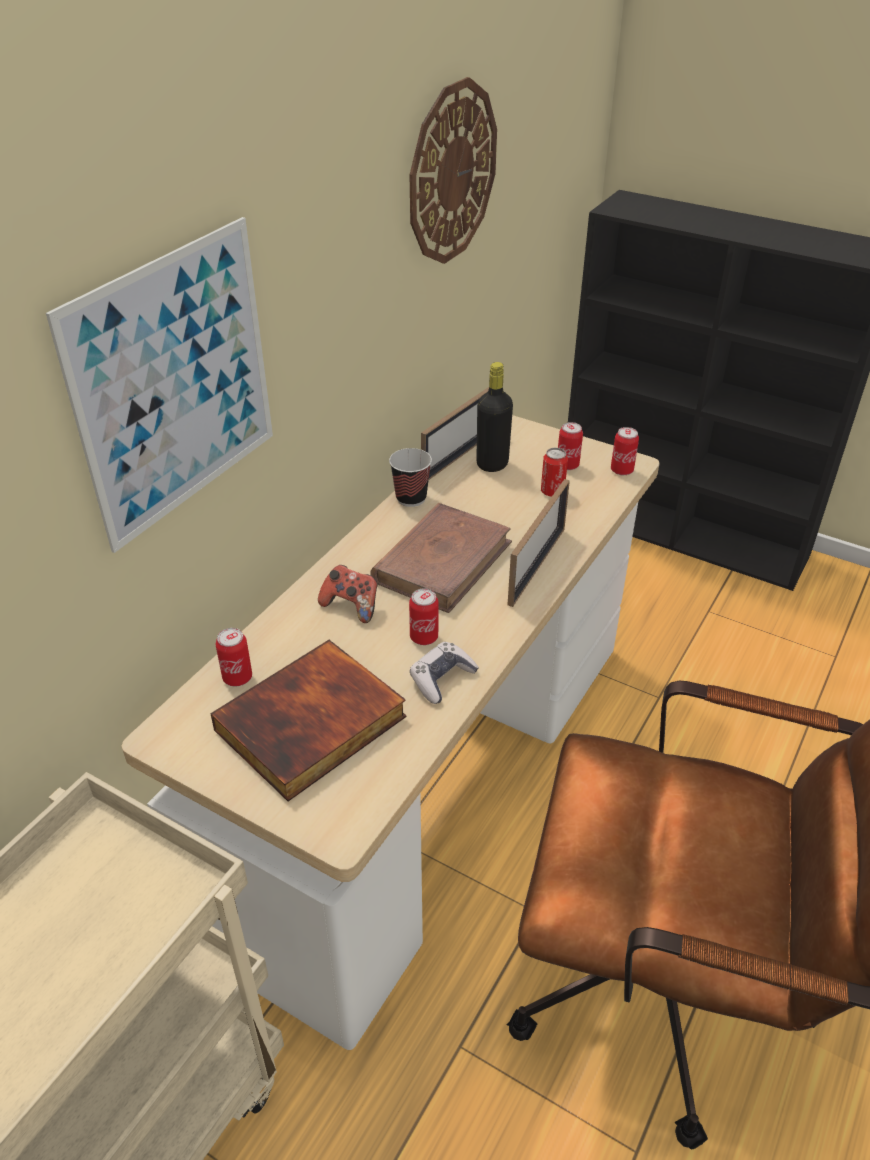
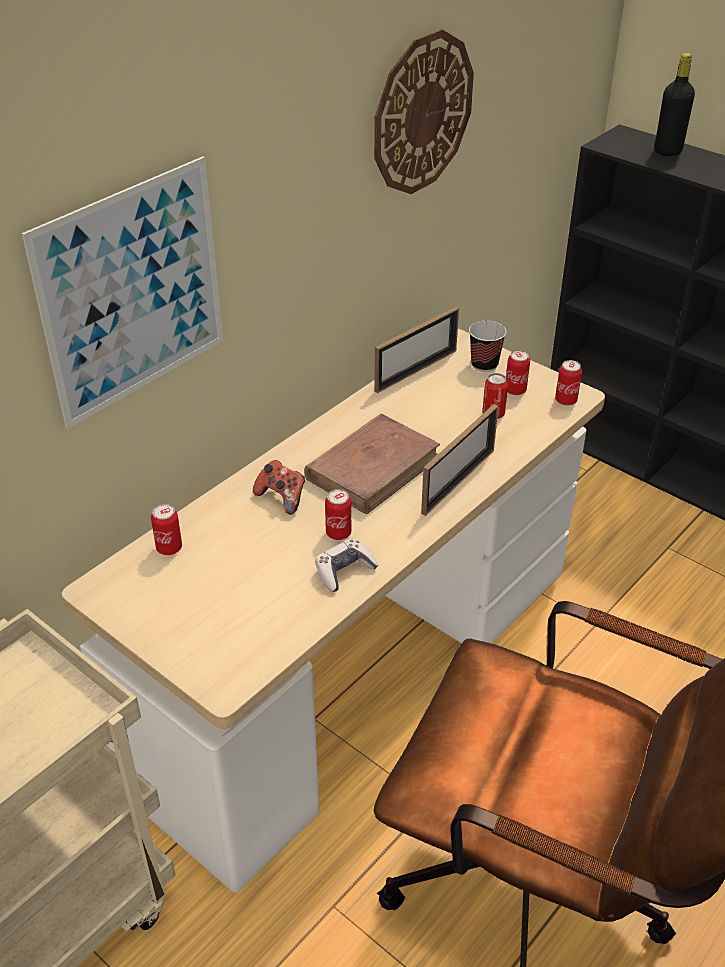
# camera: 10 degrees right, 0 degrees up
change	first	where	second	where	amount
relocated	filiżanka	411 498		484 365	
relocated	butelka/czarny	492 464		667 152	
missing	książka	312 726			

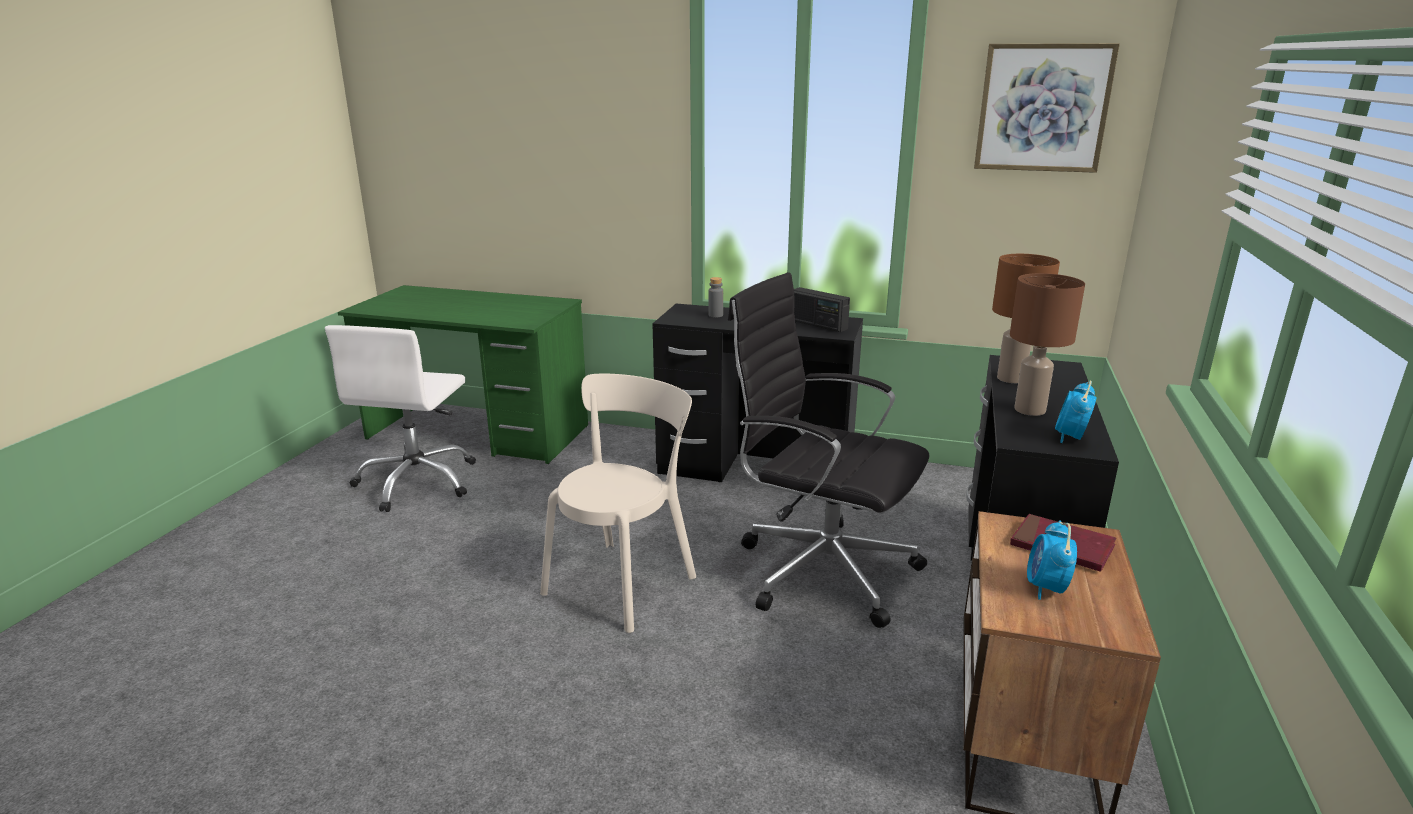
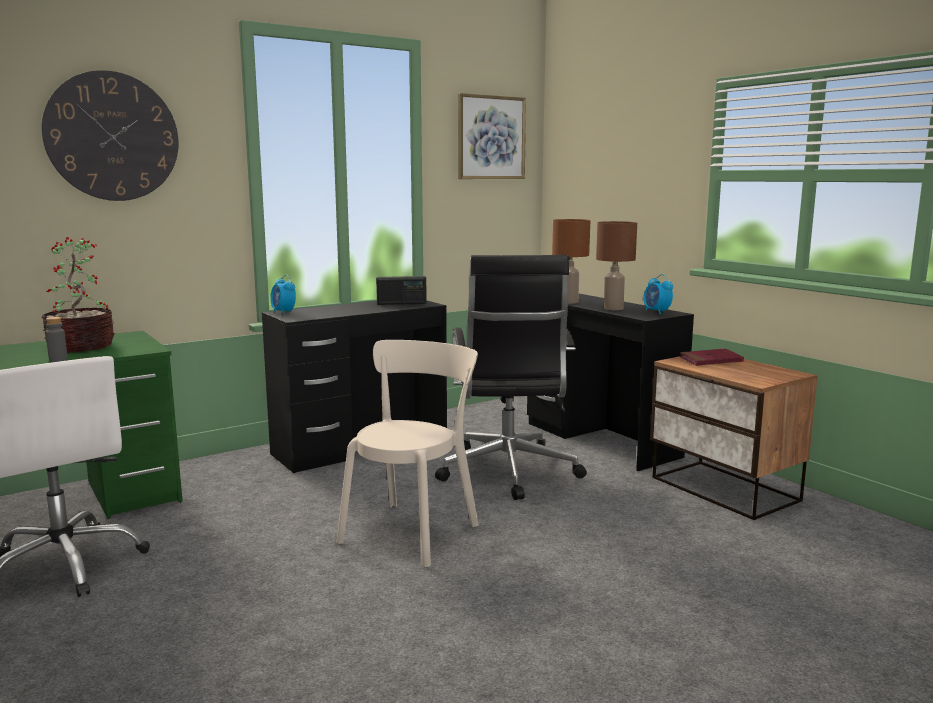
# camera: 50 degrees left, 10 degrees down
change	first	where	second	where	amount
appeared			zegar ścienny	112 137	
appeared			roślina doniczkowa	82 346	
relocated	butelka/szary	715 315		58 360	
relocated	budzik	1046 588		283 312	
spun	krzesło/beżowy	624 581		412 530	45 degrees clockwise
spun	krzesło biurowe/czarny	821 569		508 472	75 degrees counterclockwise

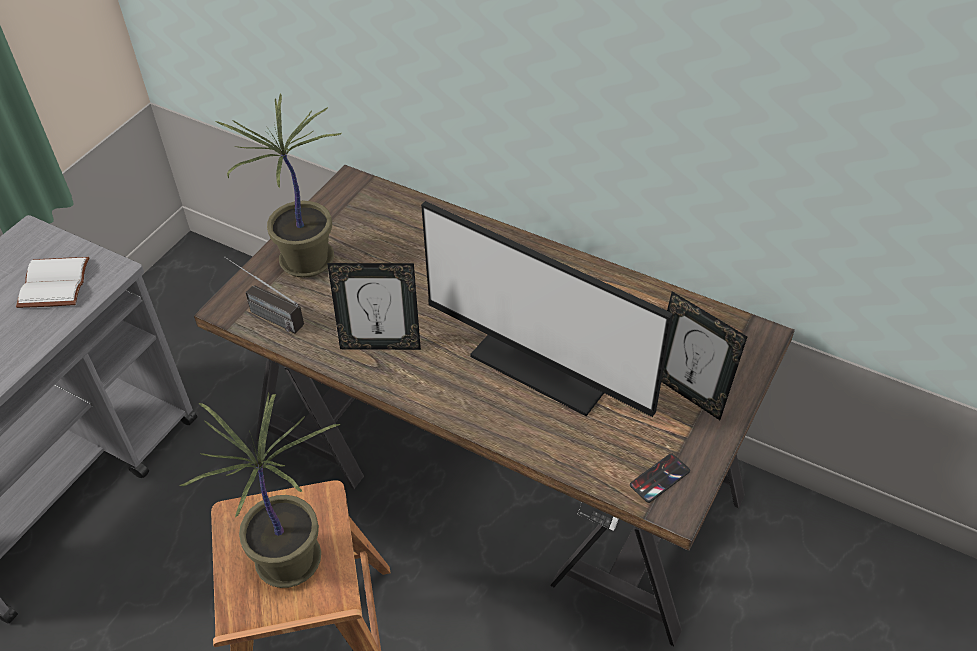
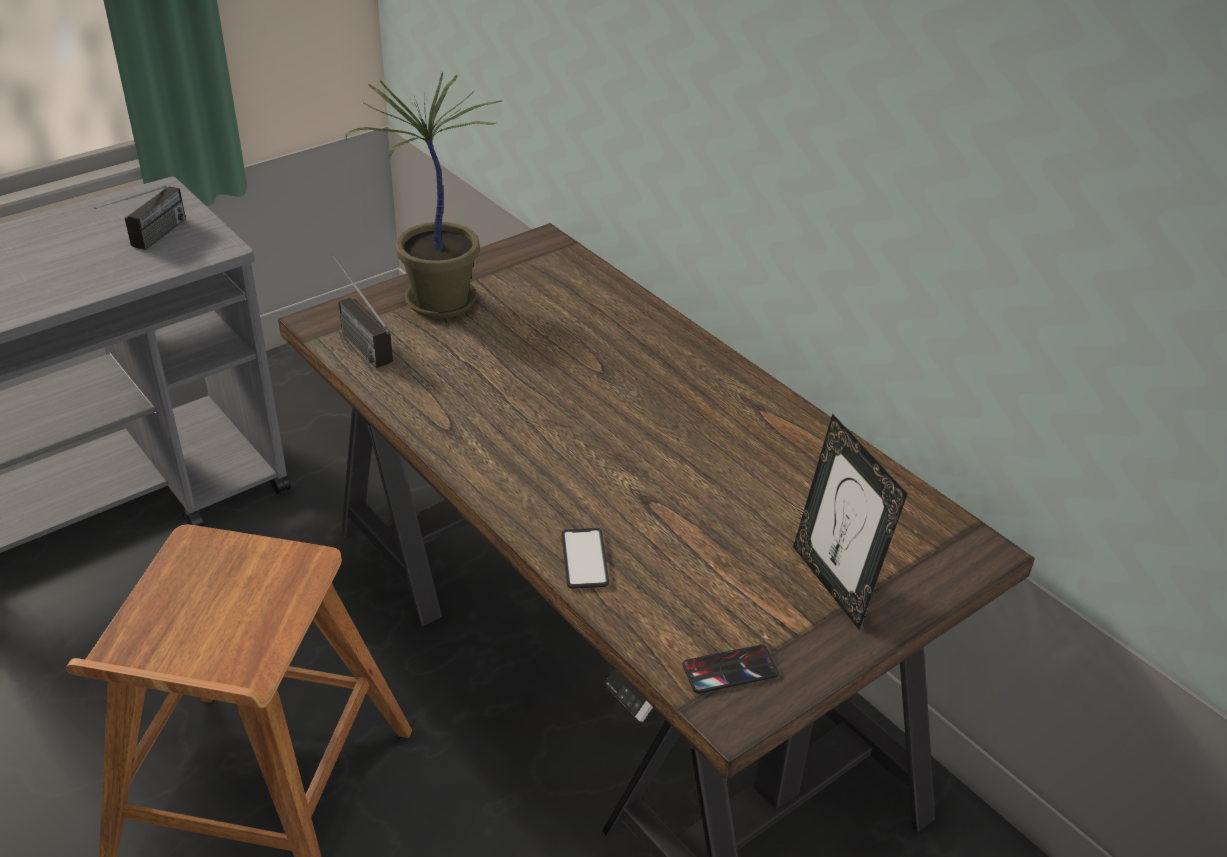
# camera: 20 degrees right, 10 degrees down
change	first	where	second	where	amount
exchanged	książka/biały	52 283	radio	149 241	
appeared			telefon	584 559	
missing	roślina doniczkowa	288 558			
missing	ramka na zdjęcie	381 344			
missing	monitor	546 362			

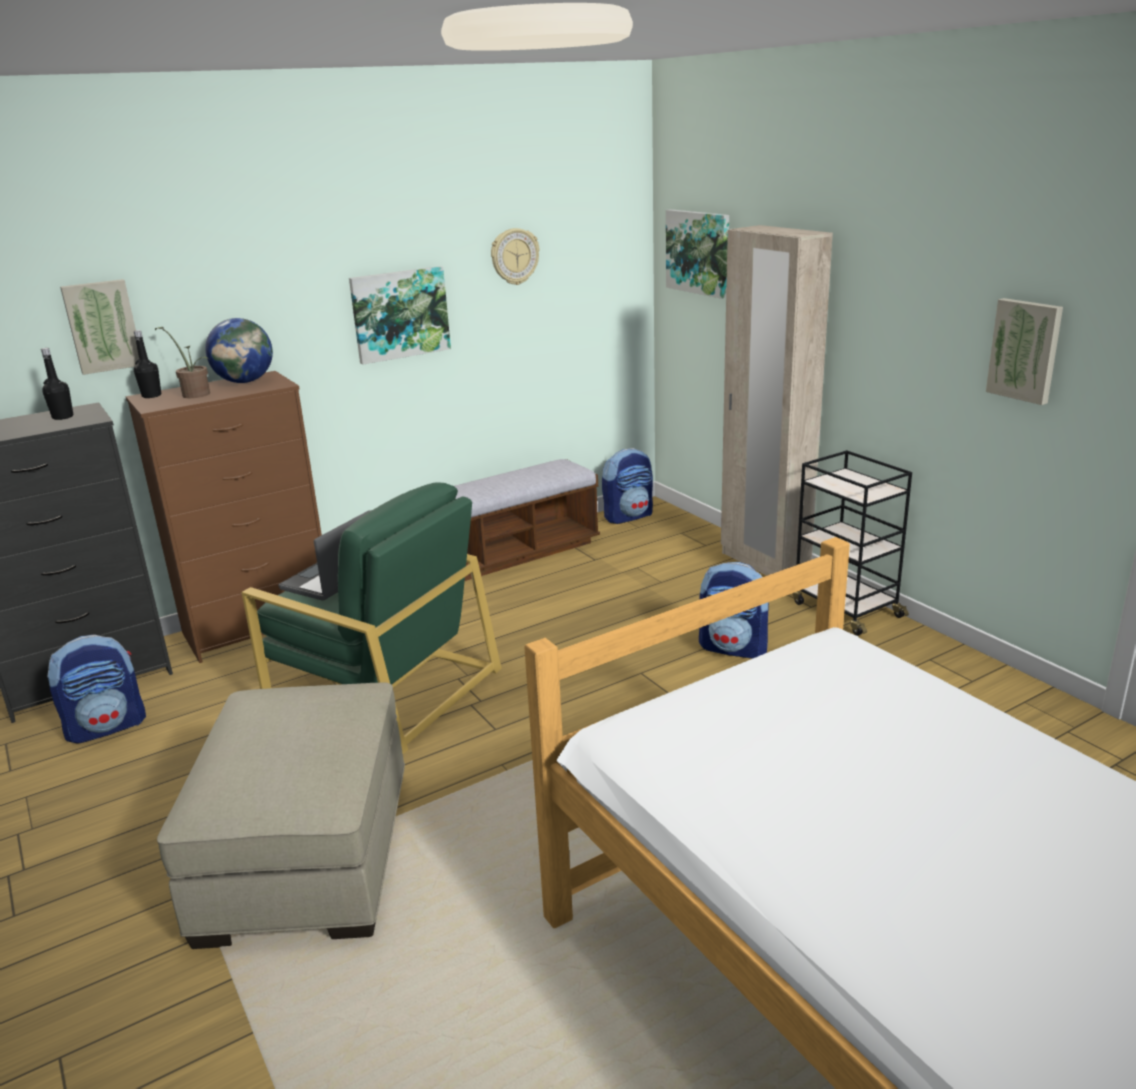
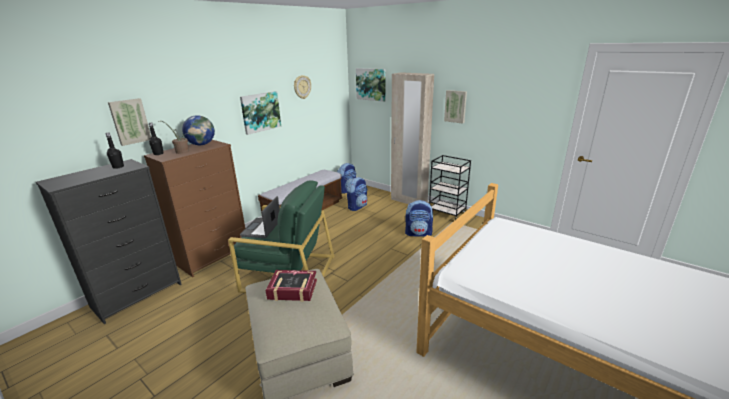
# camera: 20 degrees left, 0 degrees up
change	first	where	second	where	amount
appeared			książka	292 289	
relocated	plecak	107 727		357 206	
relocated	obraz	1025 350		455 106	

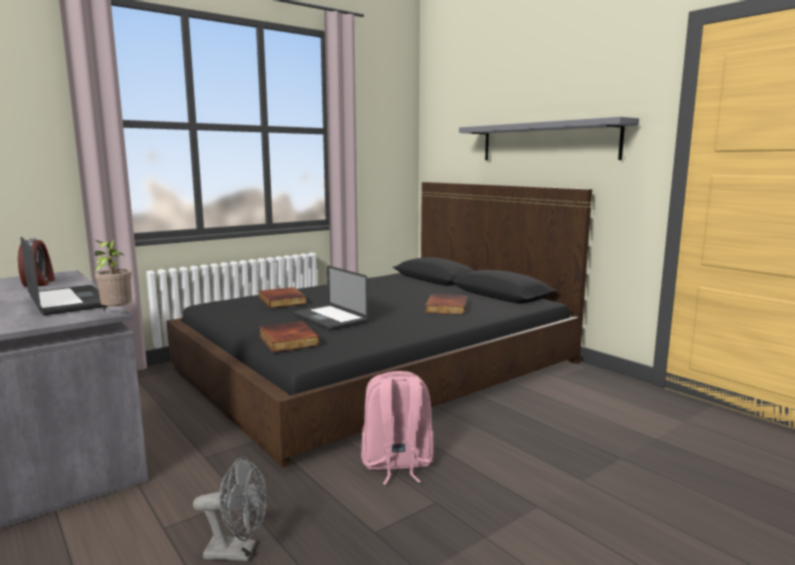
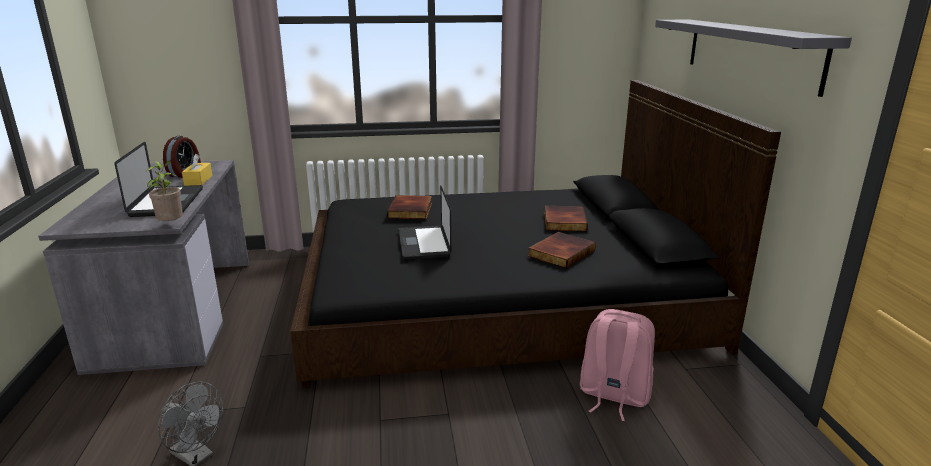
# camera: 30 degrees right, 10 degrees up
change	first	where	second	where	amount
appeared			pudełko chusteczek/żółty	198 180	
relocated	książka	287 340		563 221	
relocated	plecak/różowy	396 464		613 396	

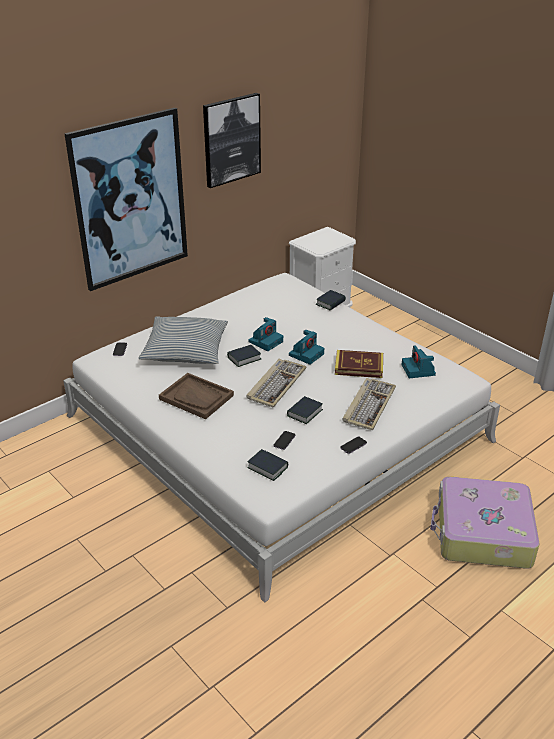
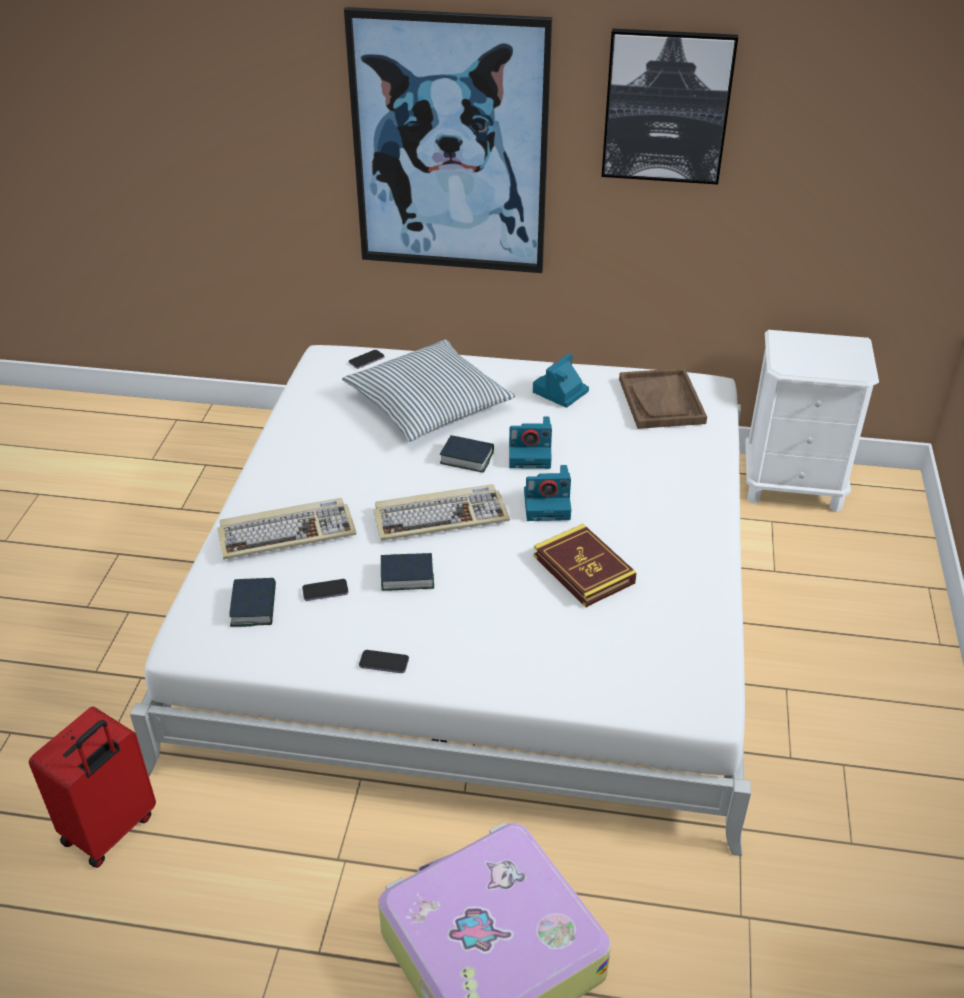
# camera: 50 degrees right, 5 degrees up
change	first	where	second	where	amount
appeared			walizka/czerwony	111 830	
relocated	klawiatura	369 405		287 532	
relocated	aparat fotograficzny	418 370		560 392	
relocated	taca/brązowy	196 397		661 401	
missing	książka	330 303			

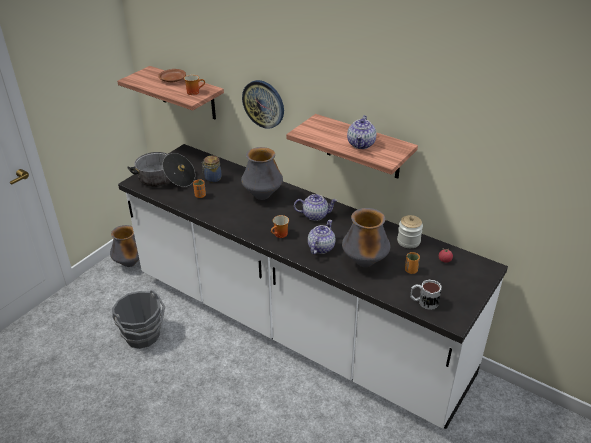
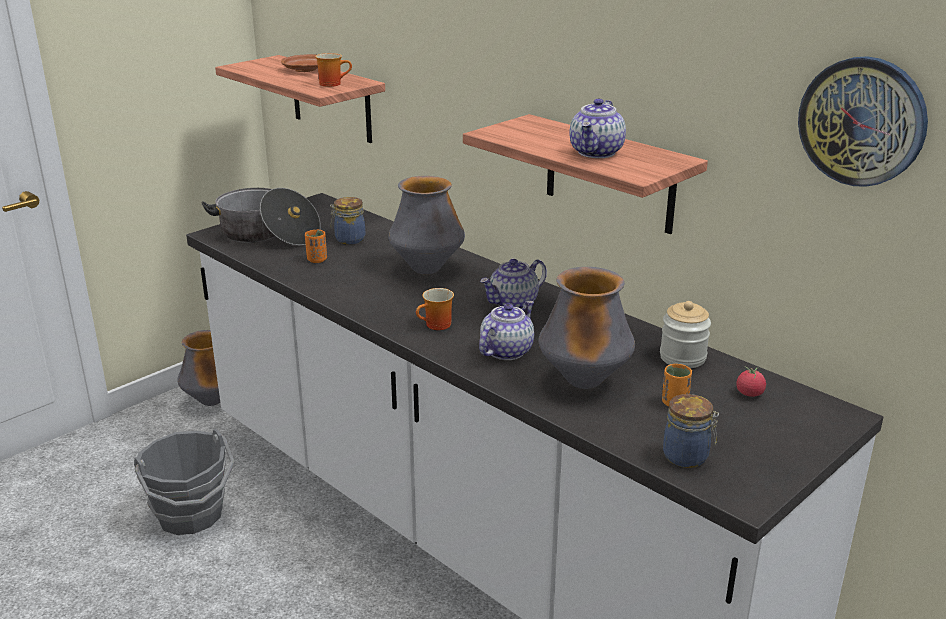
# camera: 10 degrees right, 10 degrees down
change	first	where	second	where	amount
spun	imbryk	315 215		513 303	135 degrees clockwise
exchanged	kubek	424 302	słoik	687 457	
relocated	zegar ścienny	263 104		862 121	

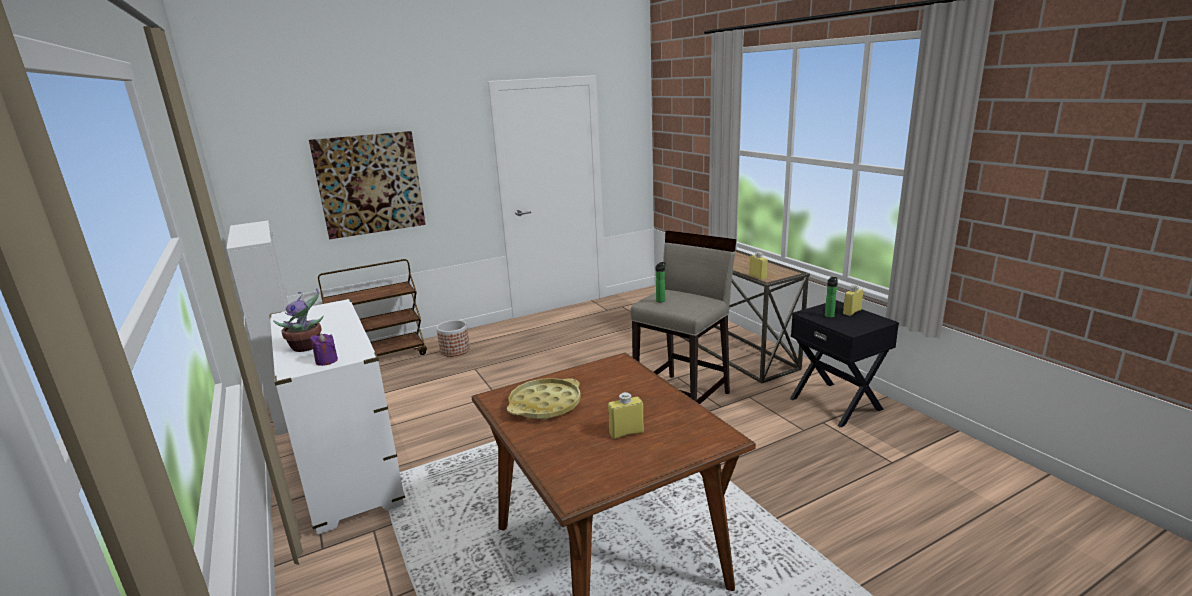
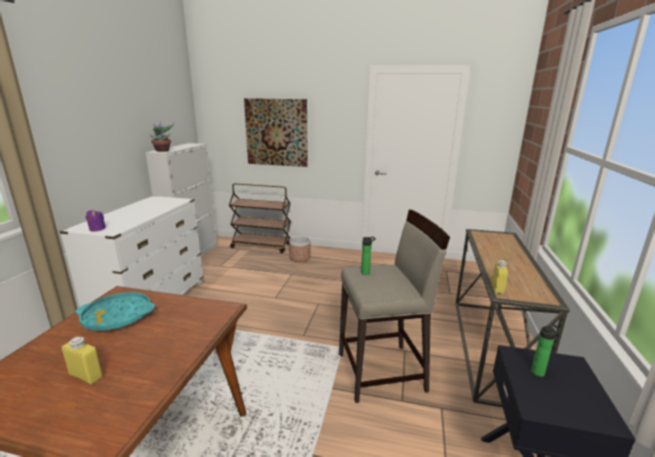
# camera: 40 degrees right, 0 degrees up
change	first	where	second	where	amount
colour	taca/żółty	545 405	taca/turkusowy	117 316	
relocated	roślina doniczkowa	307 347		163 151	
missing	butelka/żółty	852 312			

